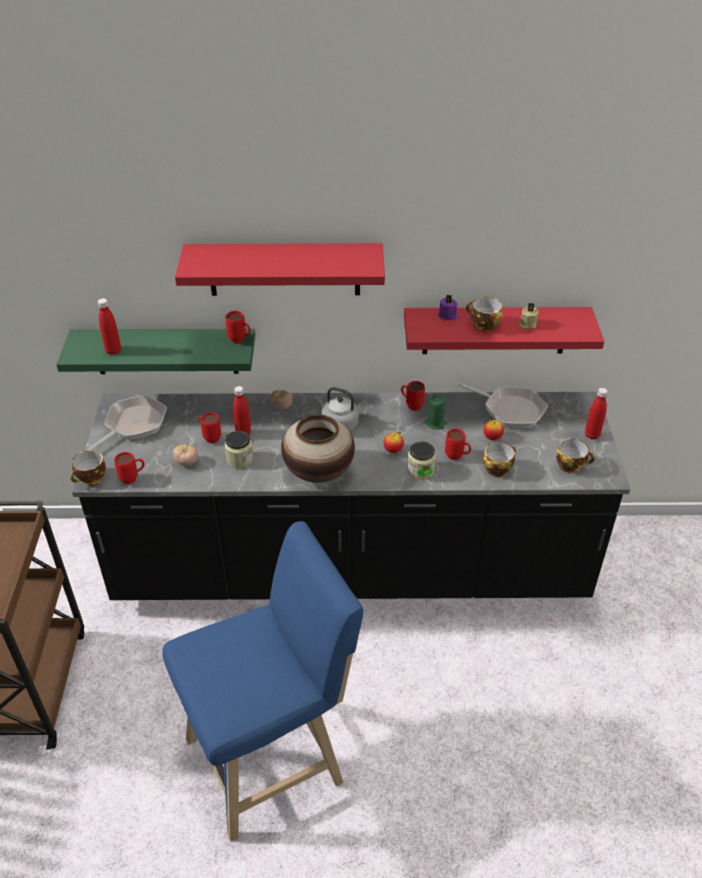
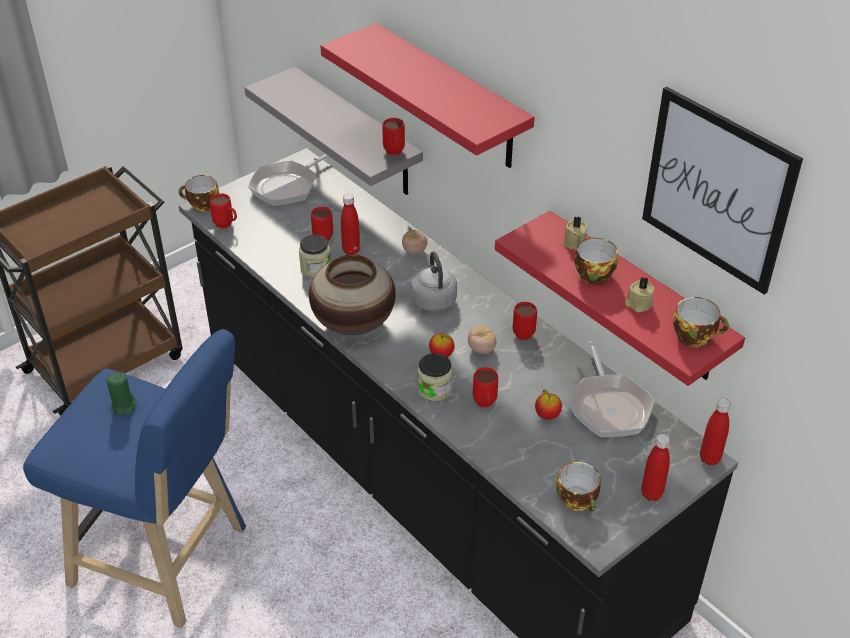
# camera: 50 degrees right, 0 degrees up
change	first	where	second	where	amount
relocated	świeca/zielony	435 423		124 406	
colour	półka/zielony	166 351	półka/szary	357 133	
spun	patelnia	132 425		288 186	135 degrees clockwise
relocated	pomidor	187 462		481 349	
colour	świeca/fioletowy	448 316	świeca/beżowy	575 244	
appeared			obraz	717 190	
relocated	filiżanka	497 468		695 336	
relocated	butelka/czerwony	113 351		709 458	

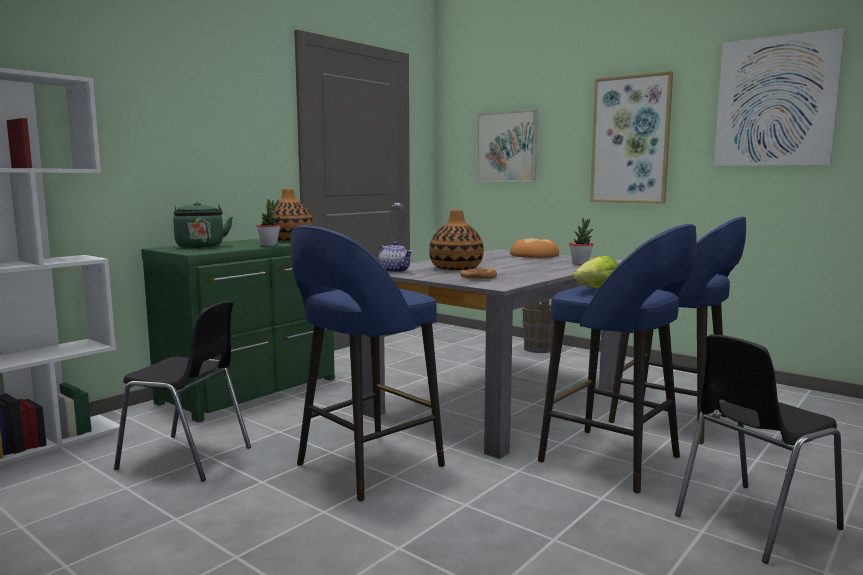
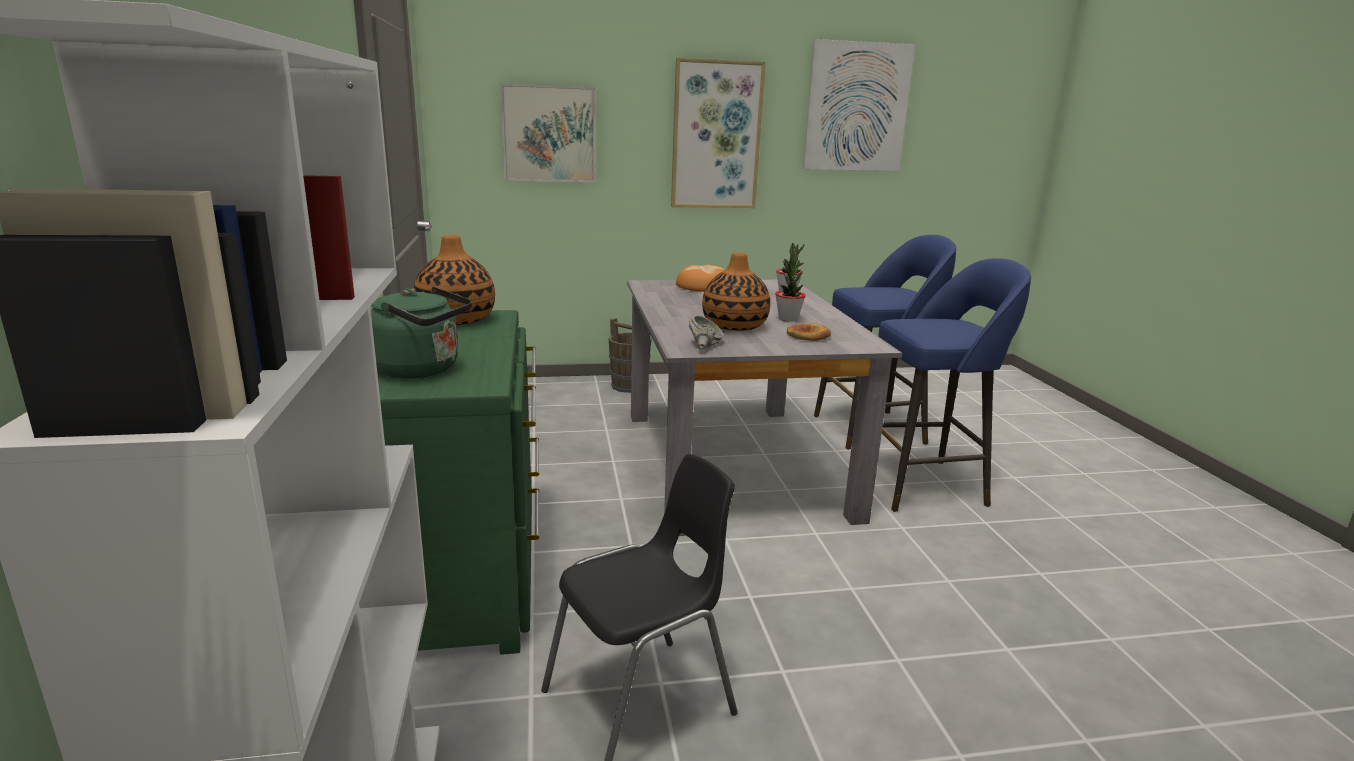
# camera: 50 degrees left, 10 degrees up
change	first	where	second	where	amount
exchanged	imbryk	395 271	miska/szary	706 345	
relocated	roślina doniczkowa	269 245		788 319	
missing	stołek/niebieski	366 466			
missing	sałata	595 289			
missing	krzesło/czarny	753 522			

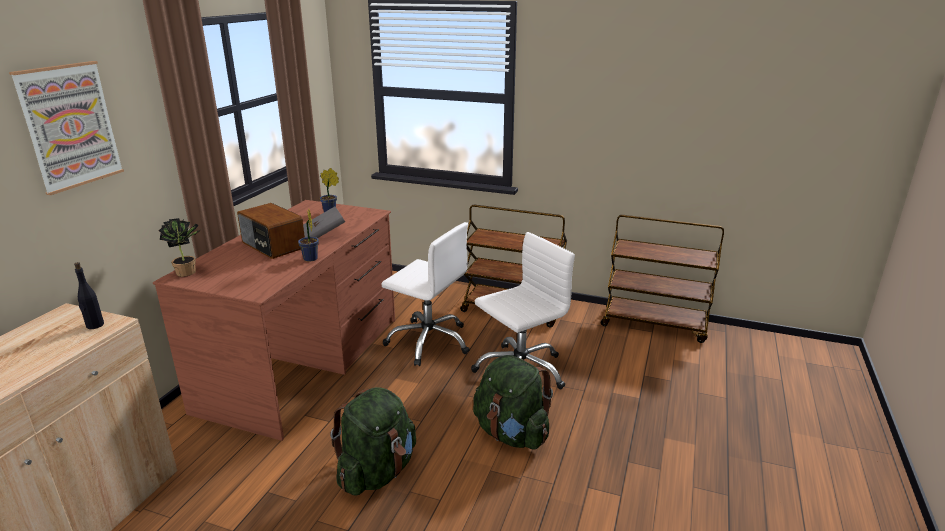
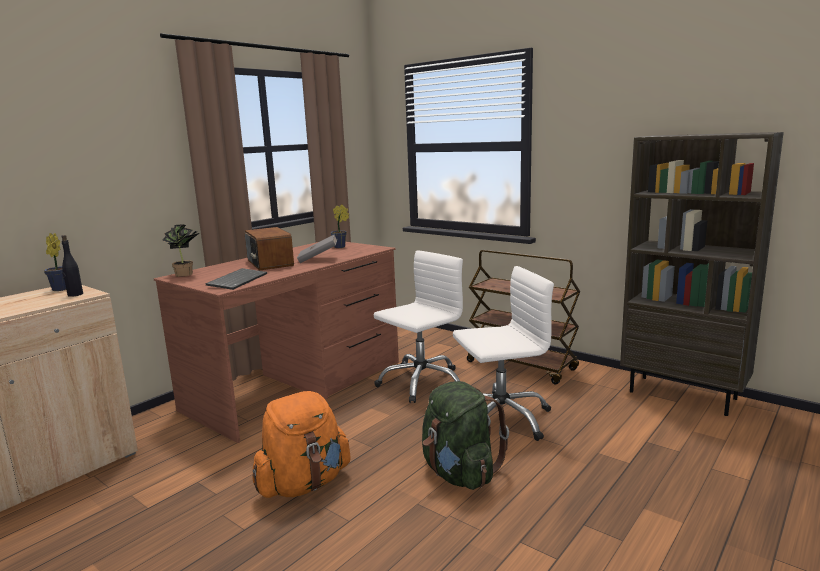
# camera: 20 degrees right, 10 degrees down
change	first	where	second	where	amount
relocated	roślina doniczkowa	310 259		59 290	
appeared			klawiatura	237 280	
colour	plecak/zielony	377 472	plecak/pomarańczowy	304 484	
spun	krzesło biurowe/biały	429 341		421 382	90 degrees counterclockwise
exchanged	wózek/brązowy	655 324	regał/brązowy	683 395	
missing	obraz	69 126			

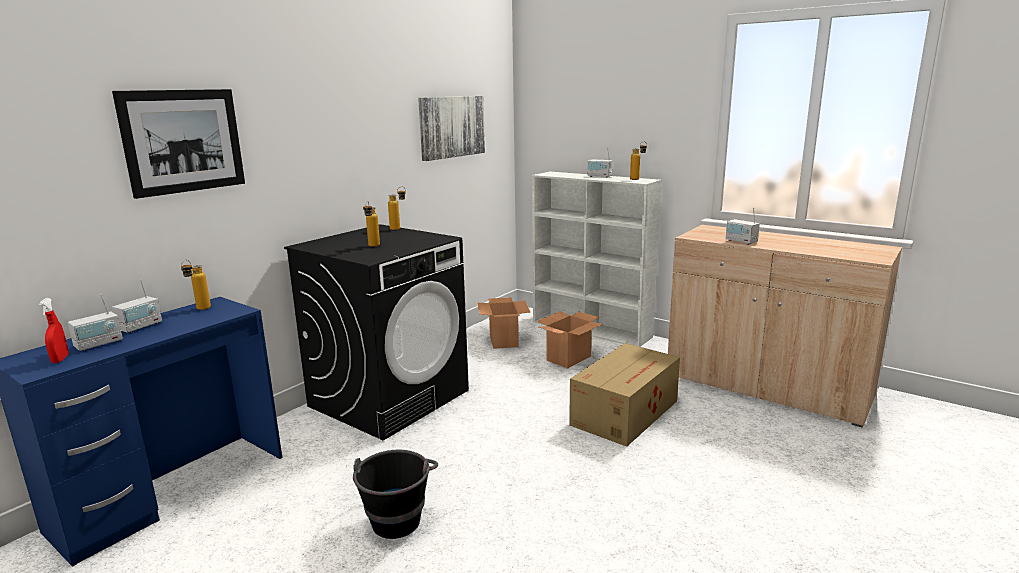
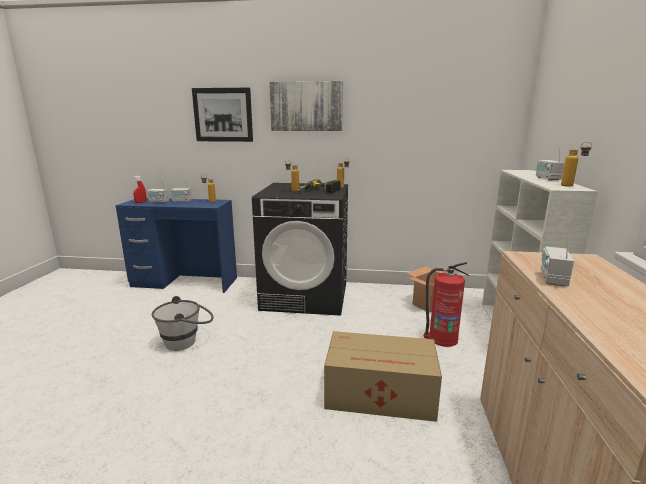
# camera: 60 degrees right, 0 degrees up
change	first	where	second	where	amount
colour	wiadro/czarny	398 515	wiadro/biały	187 341	
relocated	obraz	451 126		306 106	
appeared			wiertarka	319 191	
exchanged	karton	569 358	gaśnica	442 338	

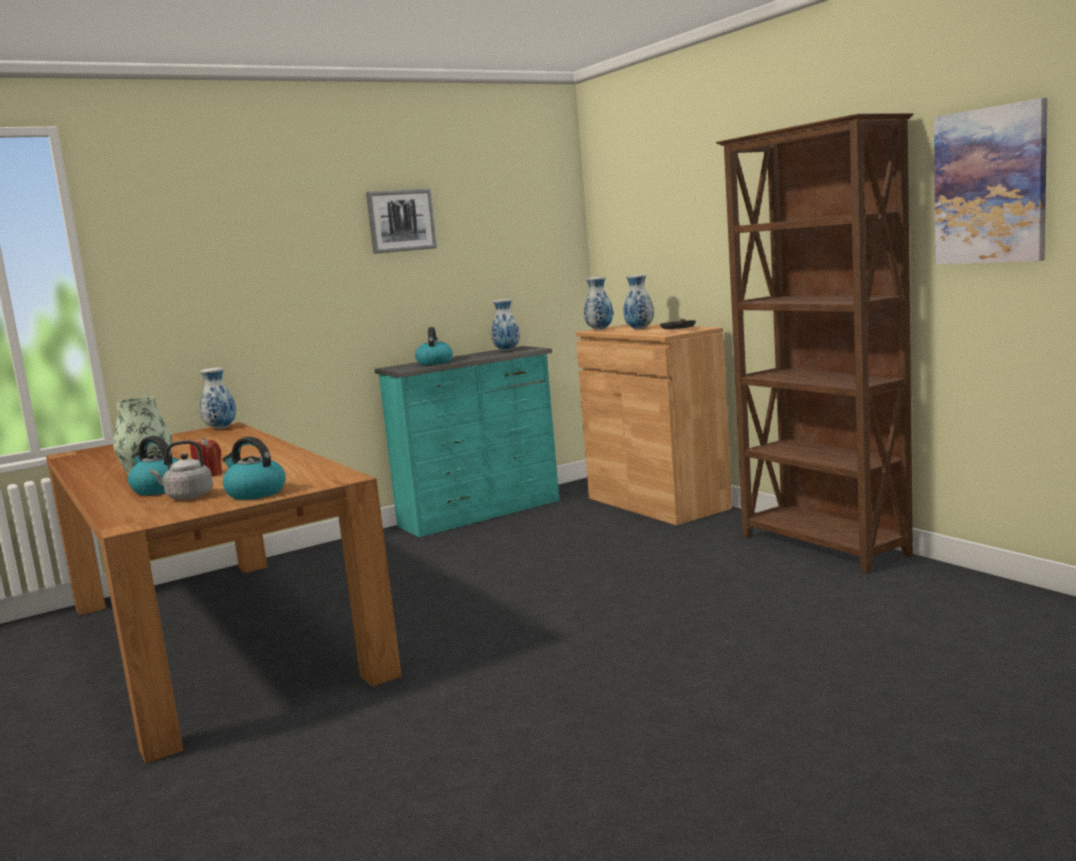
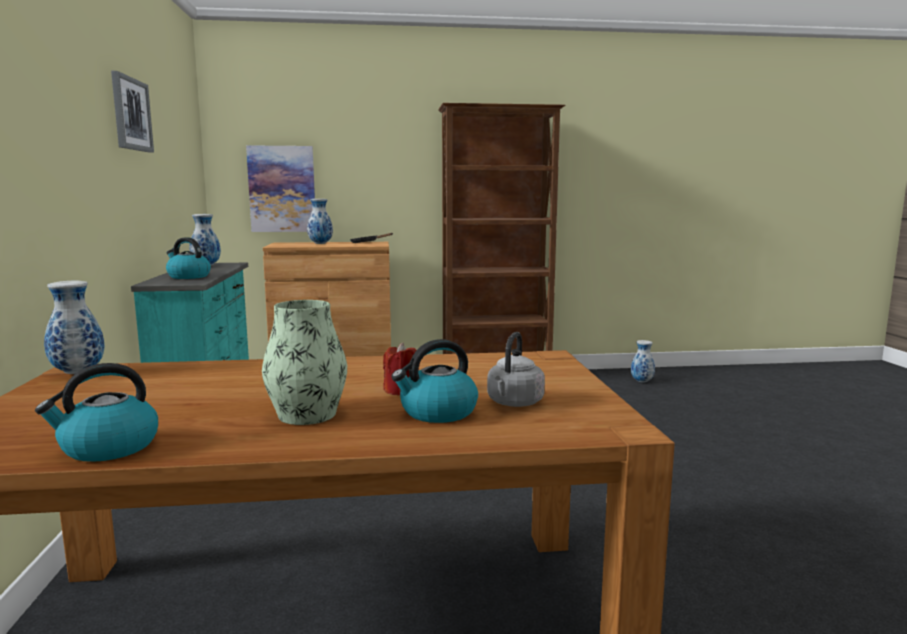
# camera: 65 degrees left, 0 degrees up
change	first	where	second	where	amount
relocated	czajnik	255 493		108 448	
relocated	obraz	990 186		282 189	
relocated	wazon	599 329		641 381	

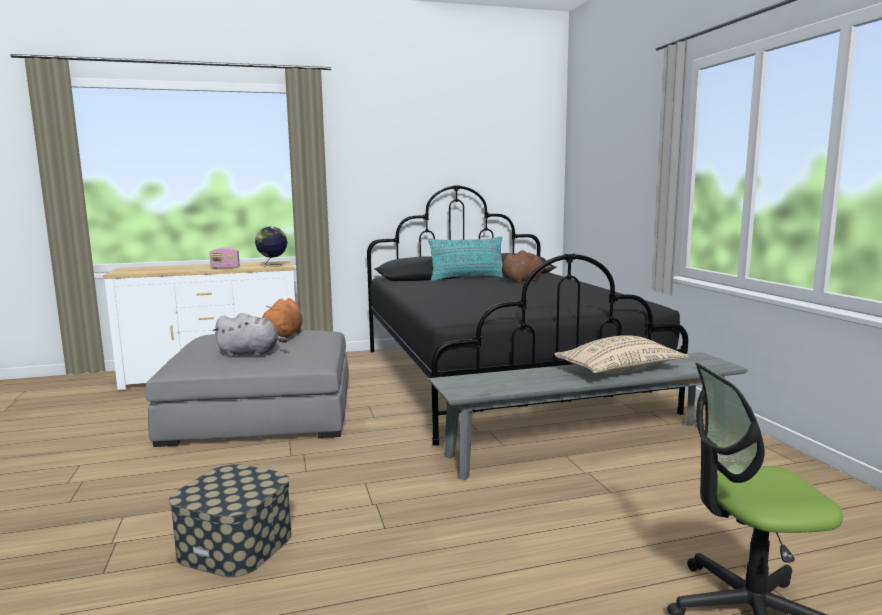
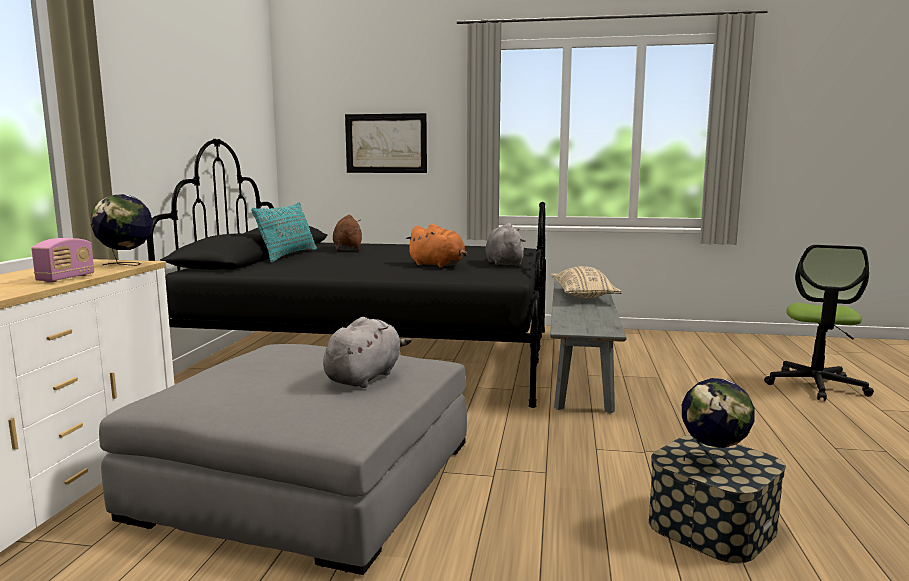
# camera: 65 degrees left, 0 degrees up
change	first	where	second	where	amount
appeared			obraz	386 143	
relocated	pluszak/pomarańczowy	283 337		438 265	
appeared			pluszak/szary	504 263	
appeared			globus	713 462	

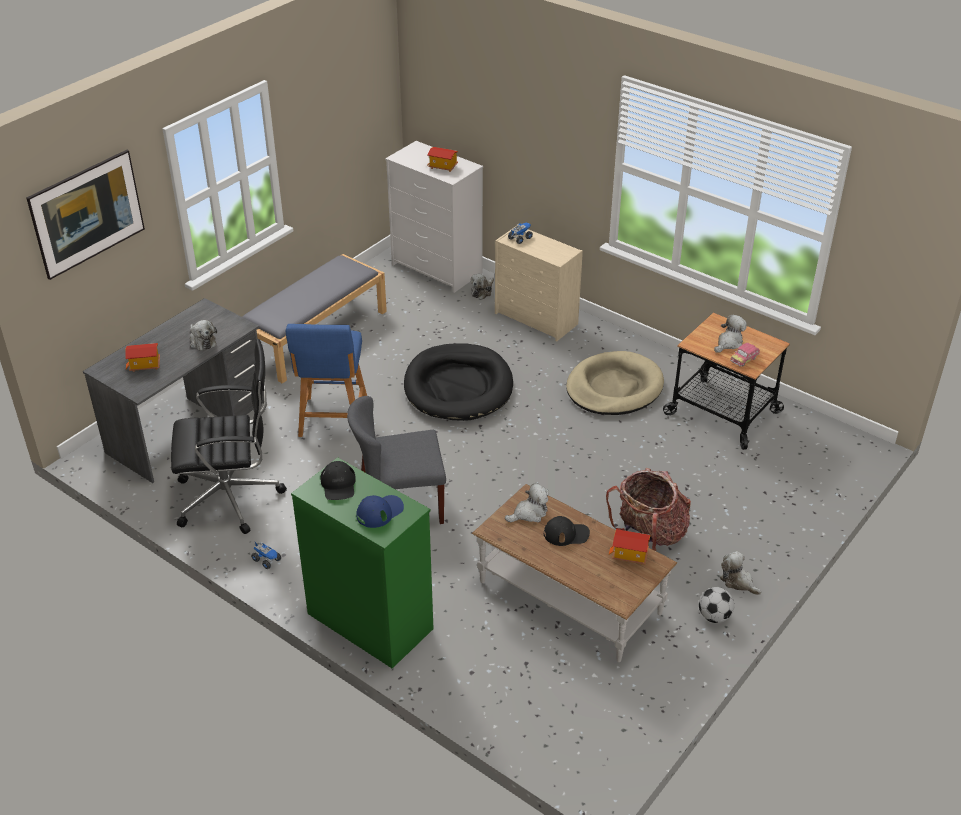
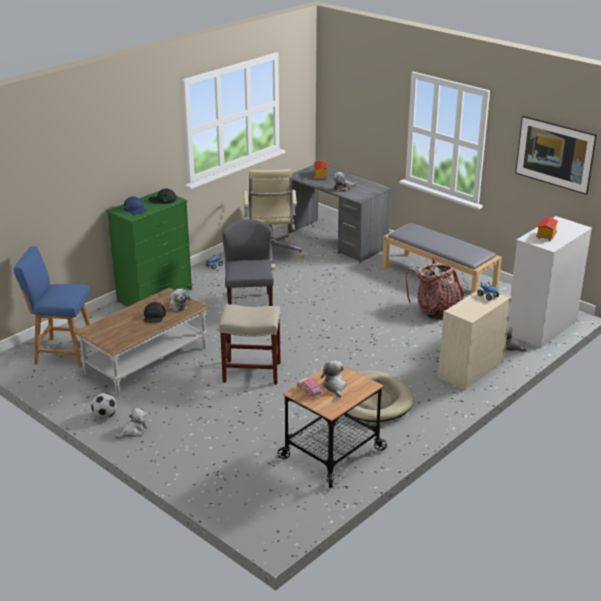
# camera: 95 degrees right, 10 degrees down
change	first	where	second	where	amount
relocated	stołek/niebieski	333 420		62 352	
appeared			stołek/beżowy	251 372	
colour	krzesło biurowe/czarny	232 497	krzesło biurowe/beżowy	270 255	
spun	pluszak	729 343		335 387	150 degrees counterclockwise
relocated	plecak	649 534		436 310	
relocated	obraz	92 233		553 168	
missing	legowisko/czarny	458 386			
missing	domek	629 555			

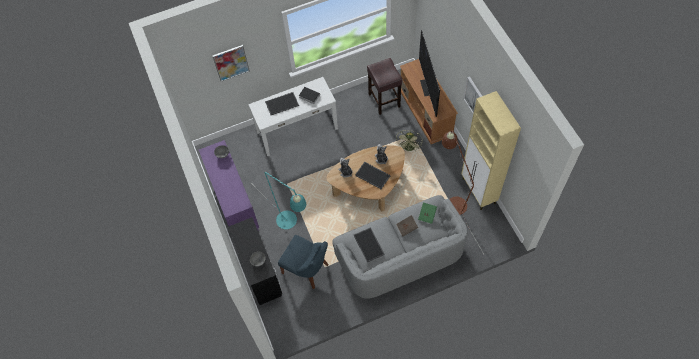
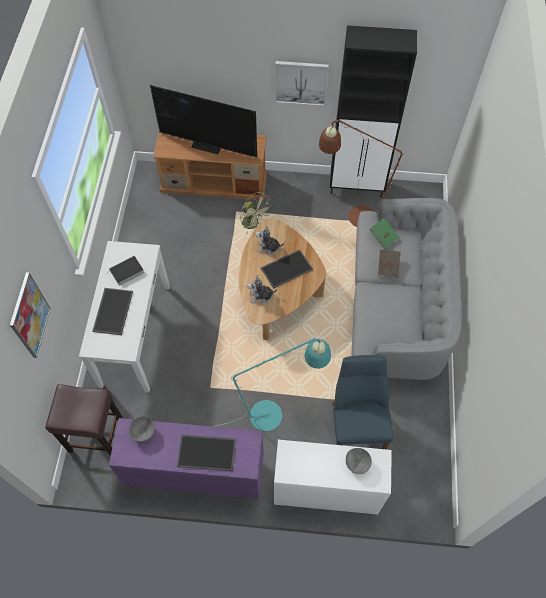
# camera: 65 degrees left, 0 degrees up
change	first	where	second	where	amount
relocated	stołek/brązowy	384 101		97 435	
relocated	taca	369 245		207 452	
colour	biurko/czarny	259 272	biurko/biały	326 490	
colour	szafka/beżowy	478 192	szafka/czarny	357 187	
spun	krzesło/niebieski	307 269		356 424	60 degrees counterclockwise

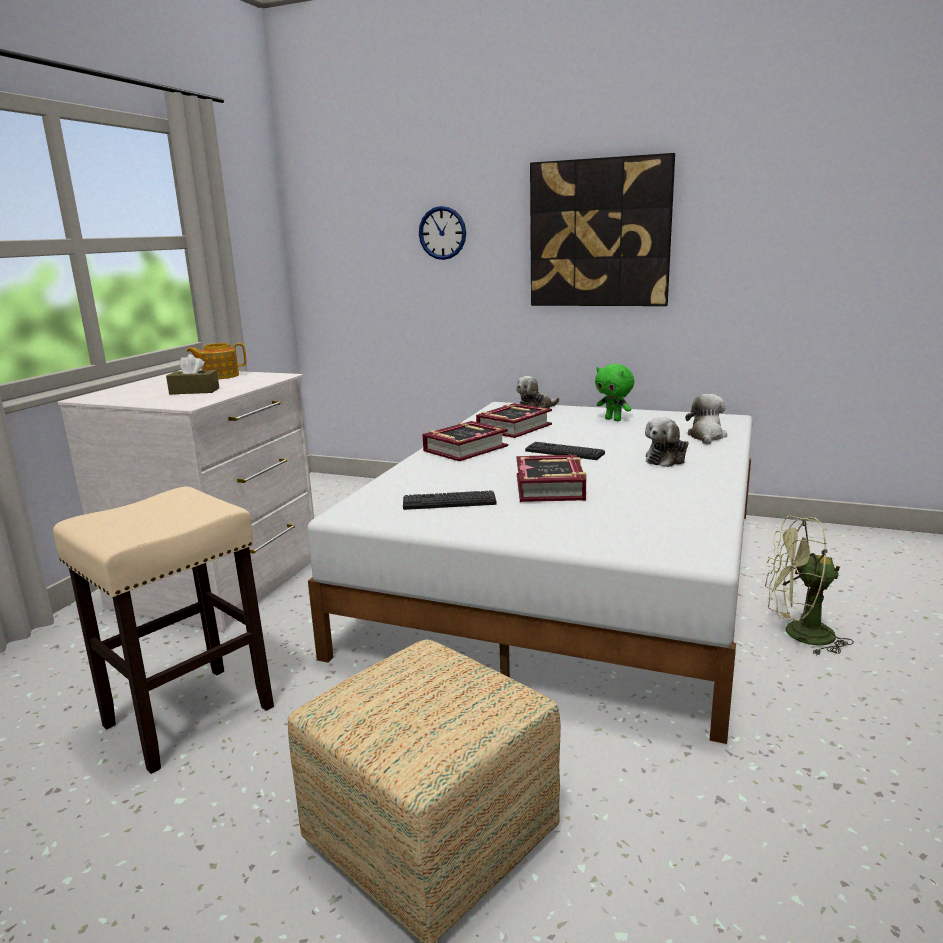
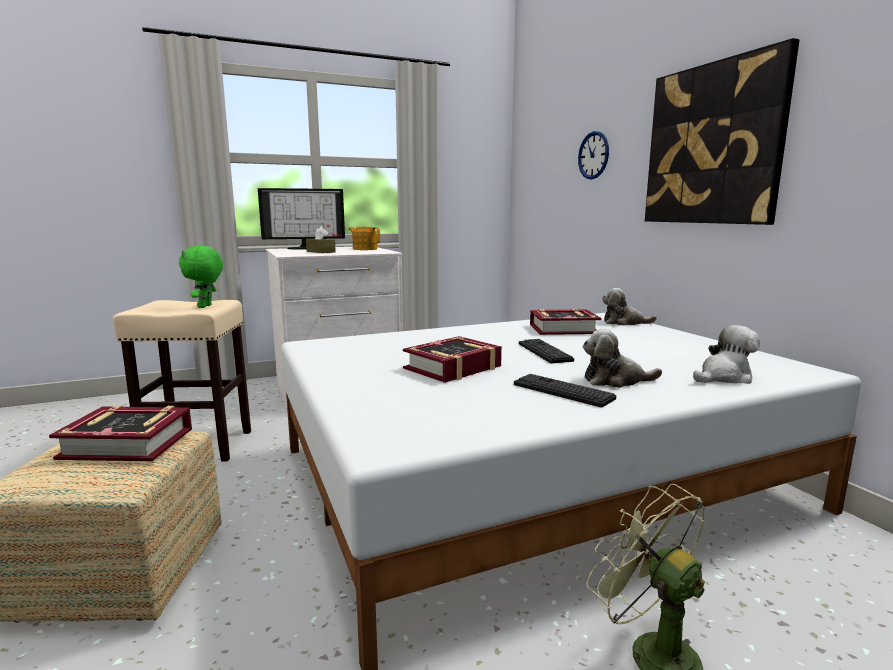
# camera: 45 degrees right, 5 degrees down
change	first	where	second	where	amount
relocated	książka	465 448		128 443	
relocated	pluszak/zielony	613 419		206 306	
appeared			monitor	305 248	
relocated	klawiatura	449 502		562 391	

